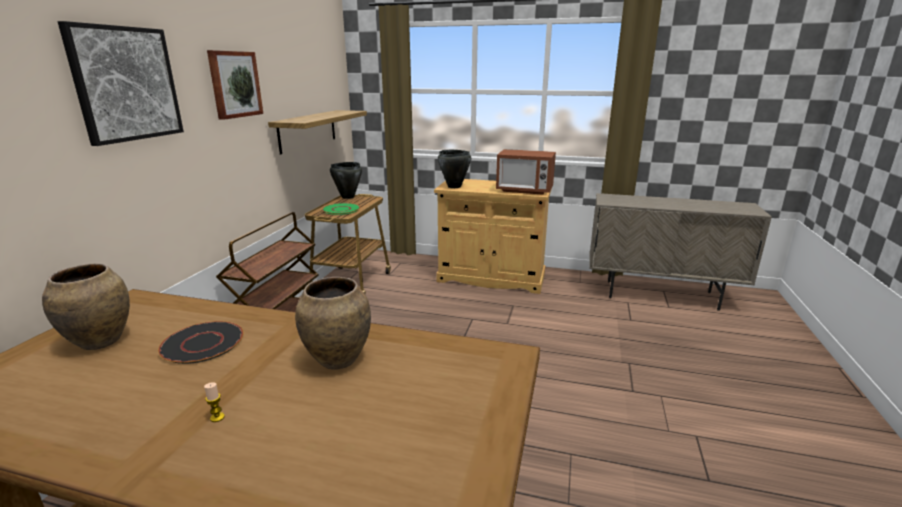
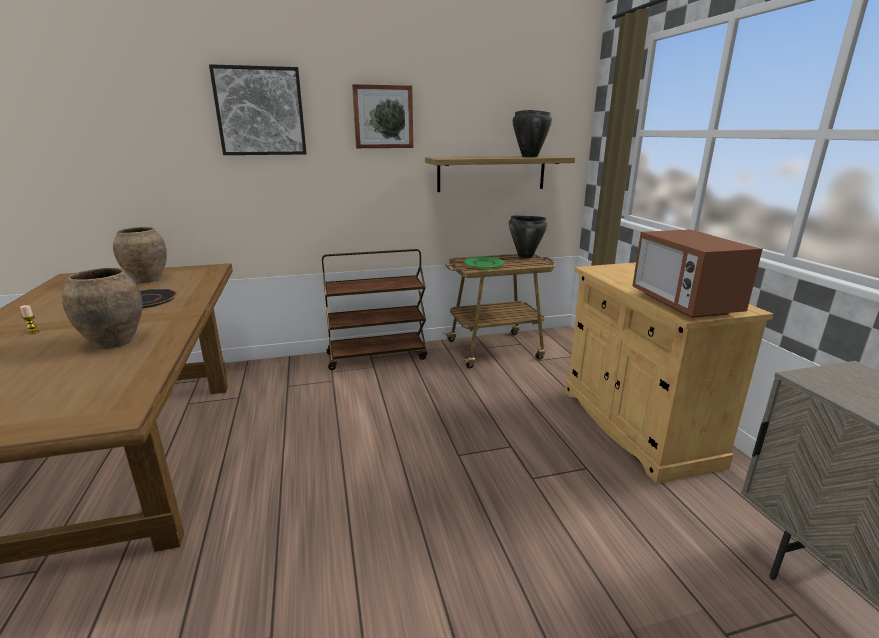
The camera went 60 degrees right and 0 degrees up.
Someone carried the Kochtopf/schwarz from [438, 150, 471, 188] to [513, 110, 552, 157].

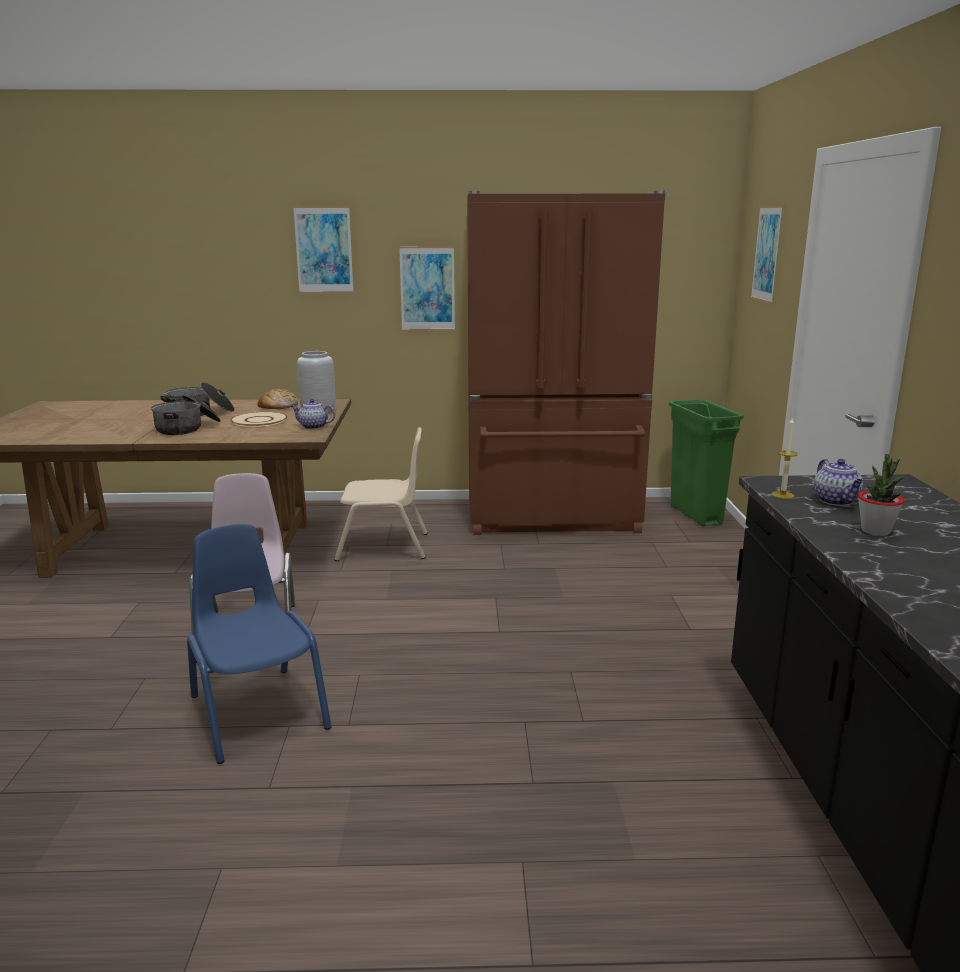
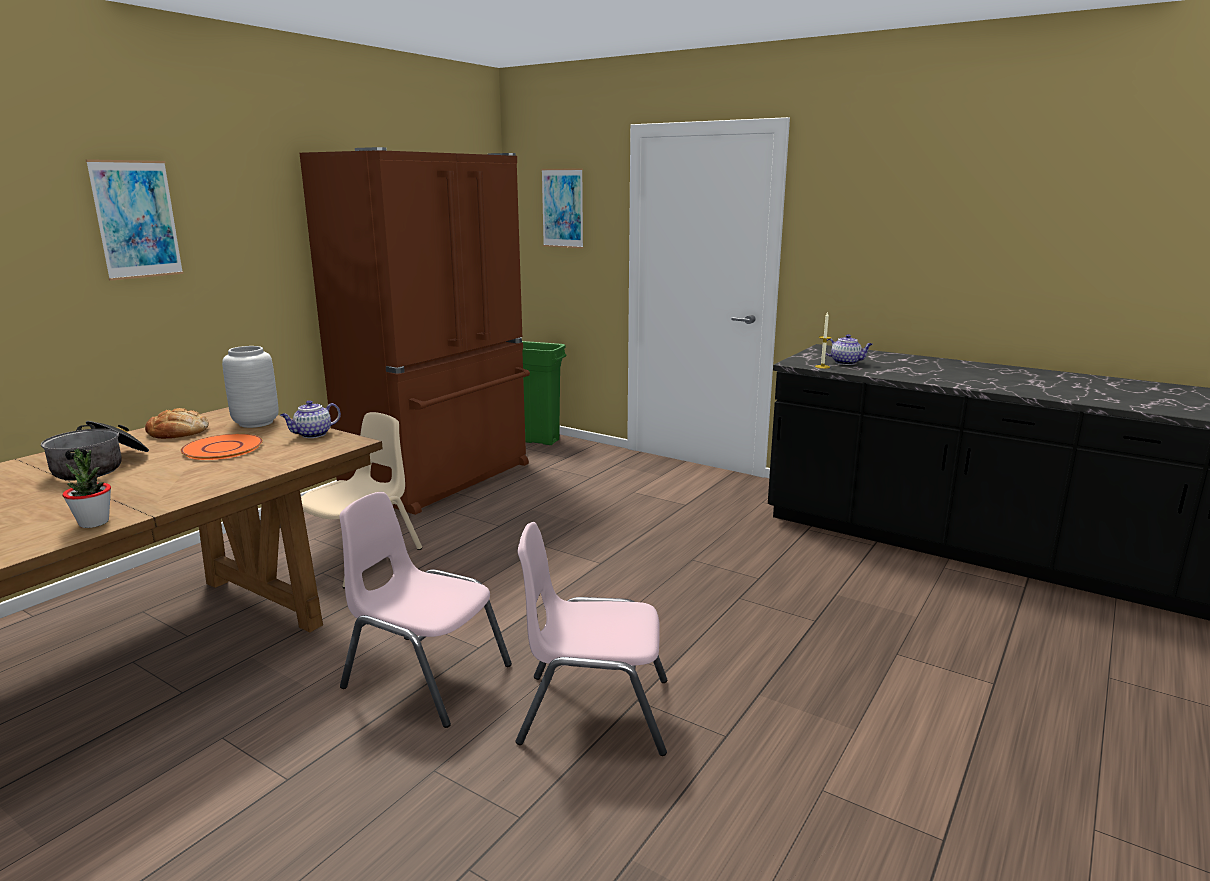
The camera went 55 degrees left and 0 degrees up.
Someone took away the Kochtopf at [151, 395, 221, 435].
Someone repainted the Stuhl/blau at [187, 524, 332, 764], which became the Stuhl/rosa at [516, 522, 667, 756].
Someone repainted the Teller/beige at [230, 412, 287, 427], which became the Teller/orange at [180, 434, 263, 460].
Someone took away the Bild at [399, 246, 455, 331].
Someone carried the Topfpflanze from [858, 454, 905, 536] to [63, 448, 111, 528].

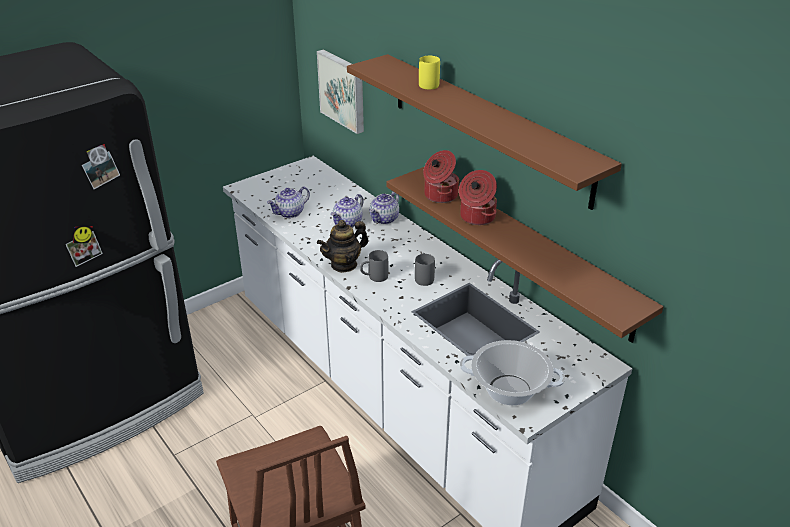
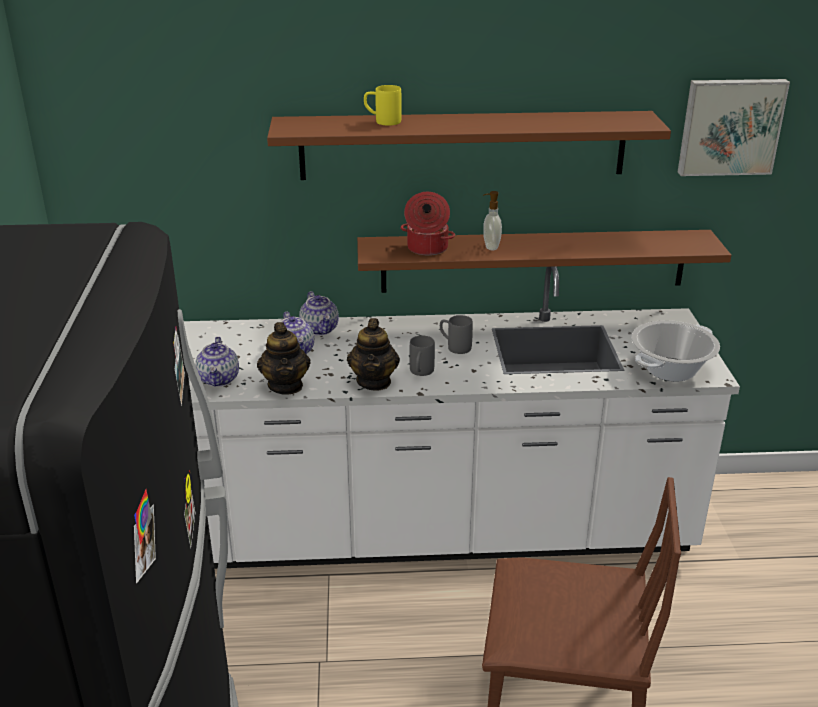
The camera went 55 degrees left and 5 degrees down.
Someone carried the Bild from [317, 49, 364, 134] to [678, 79, 790, 176].
Someone swapped the Kochtopf at [459, 170, 497, 225] for the Seifenspender at [483, 191, 502, 250].
Someone put down the Teekanne at [257, 322, 311, 395].

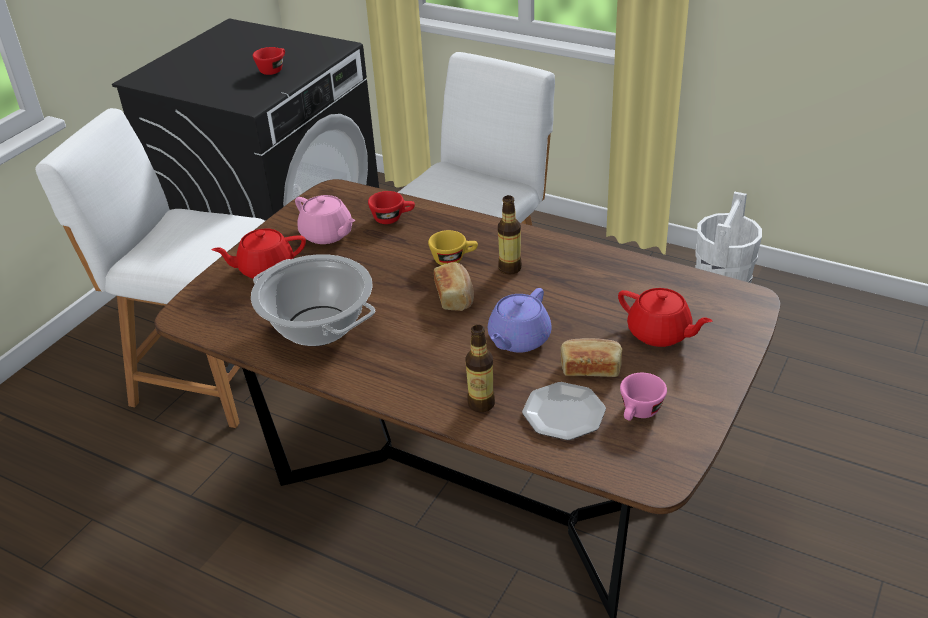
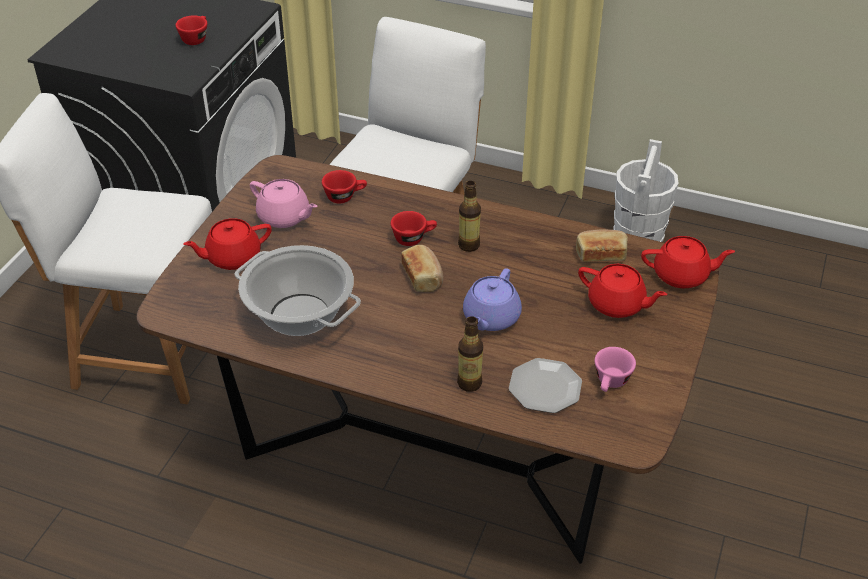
The camera went 10 degrees left and 5 degrees up.
Someone repainted the Tasse/gelb at [428, 230, 478, 265], which became the Tasse/rot at [391, 211, 437, 246].
Someone carried the Brot from [561, 338, 623, 377] to [576, 229, 628, 262].
Someone put down the Teekanne/rot at [641, 236, 735, 288].

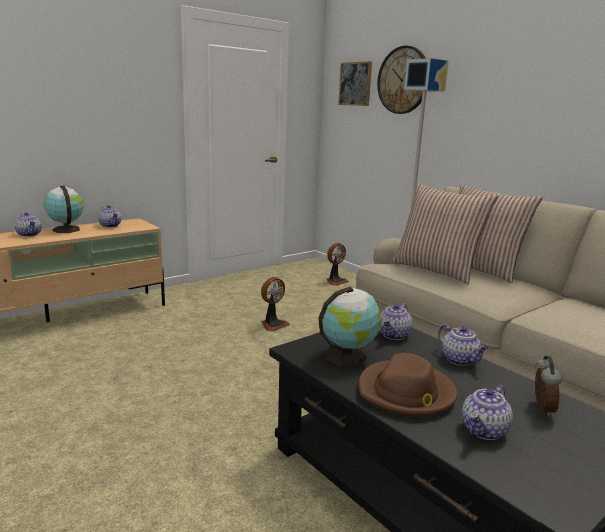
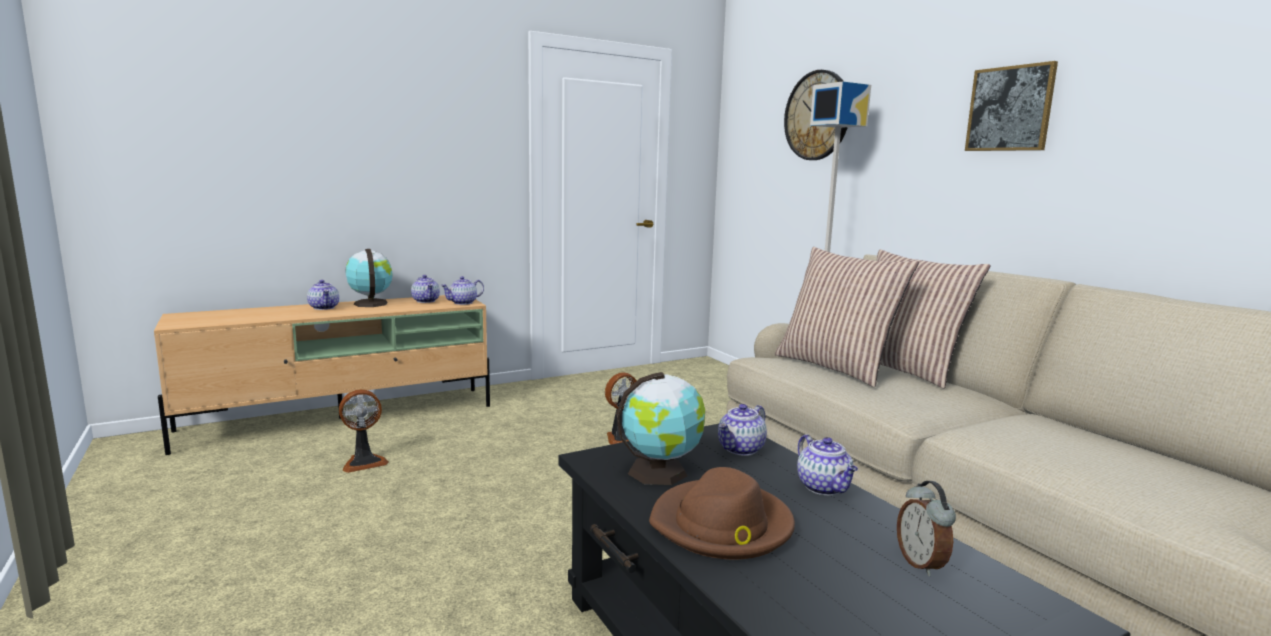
The camera went 10 degrees right and 5 degrees down.
Someone carried the Ventilator from [326, 243, 349, 286] to [339, 389, 389, 473].
Someone carried the Bild from [338, 61, 372, 106] to [965, 61, 1058, 151].
Someone carried the Teekanne from [462, 385, 513, 440] to [440, 276, 484, 305].
Someone rotated the Wecker at [535, 356, 562, 417] by 150 degrees clockwise.

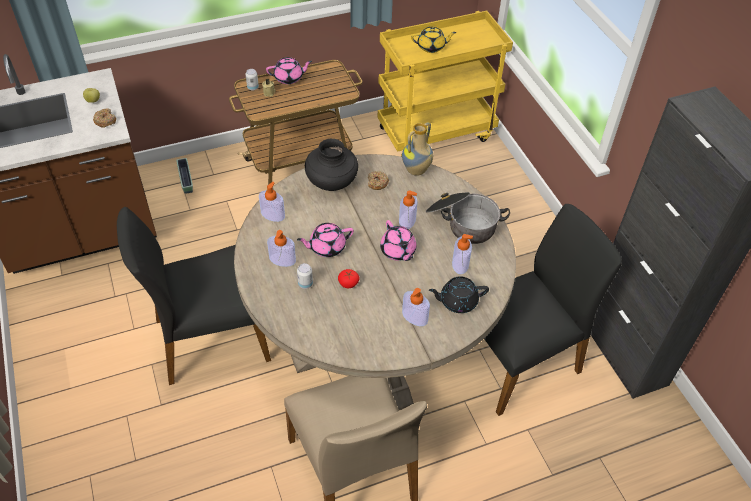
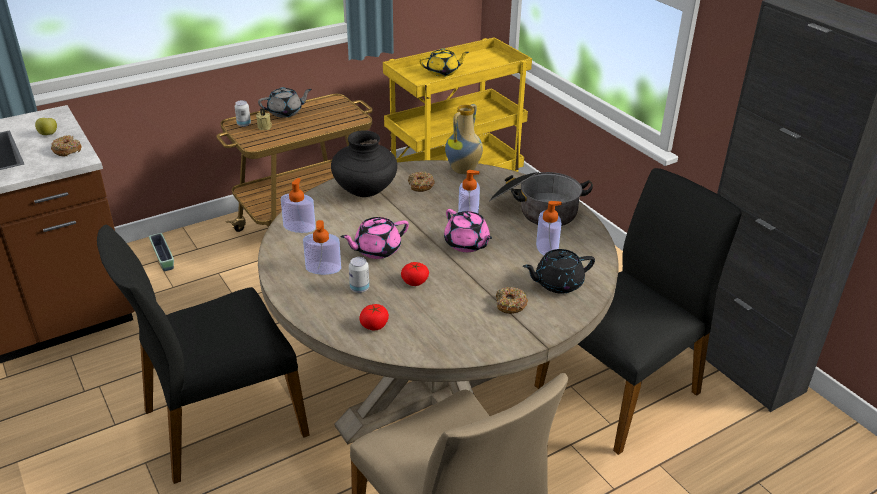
The camera went 10 degrees left and 15 degrees down.
Someone repainted the Teekanne/rosa at [266, 57, 312, 84], which became the Teekanne/grau at [258, 87, 312, 118].
Someone swapped the Seifenspender at [402, 288, 430, 326] for the Donut at [496, 287, 528, 314].
Someone put down the Tomate at [360, 304, 389, 330].

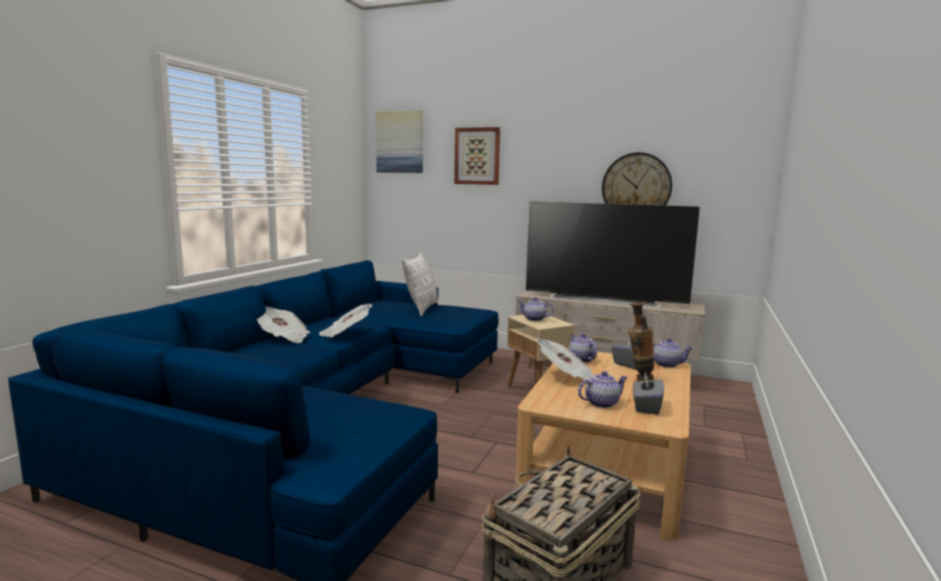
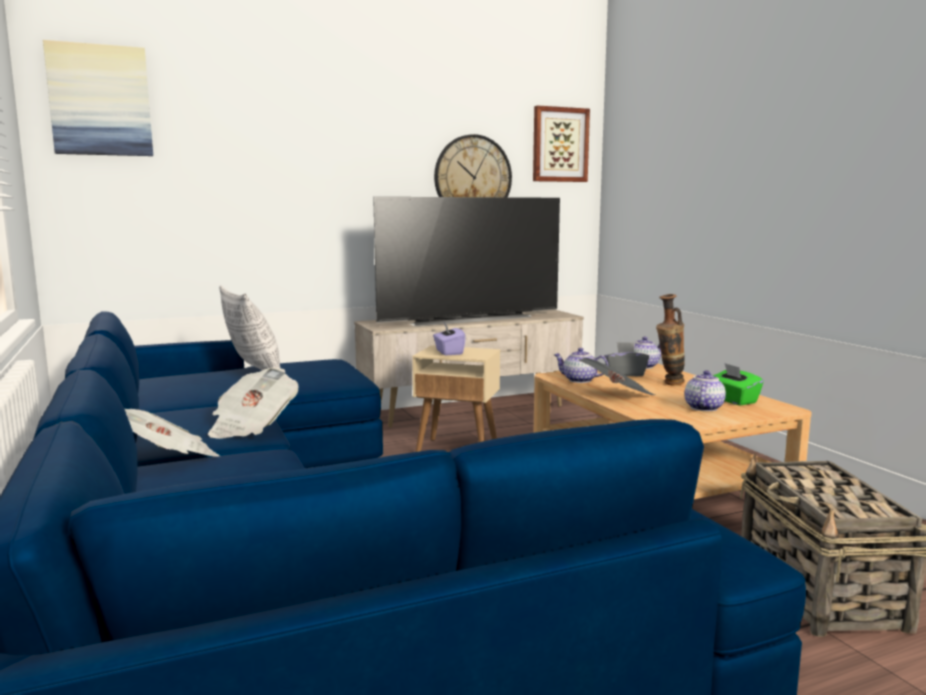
The camera went 45 degrees left and 0 degrees up.
Someone carried the Bild from [454, 127, 500, 185] to [533, 105, 590, 182].
Someone swapped the Teekanne at [518, 297, 554, 321] for the Taschentuchbox/lila at [433, 323, 466, 355].
Someone repainted the Taschentuchbox/grau at [633, 371, 664, 415], which became the Taschentuchbox/grün at [713, 363, 764, 406].

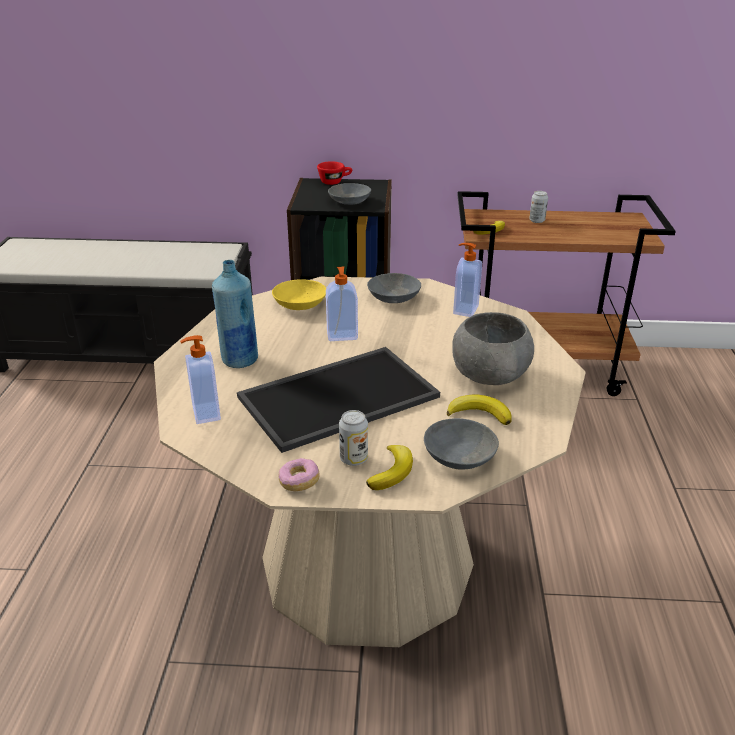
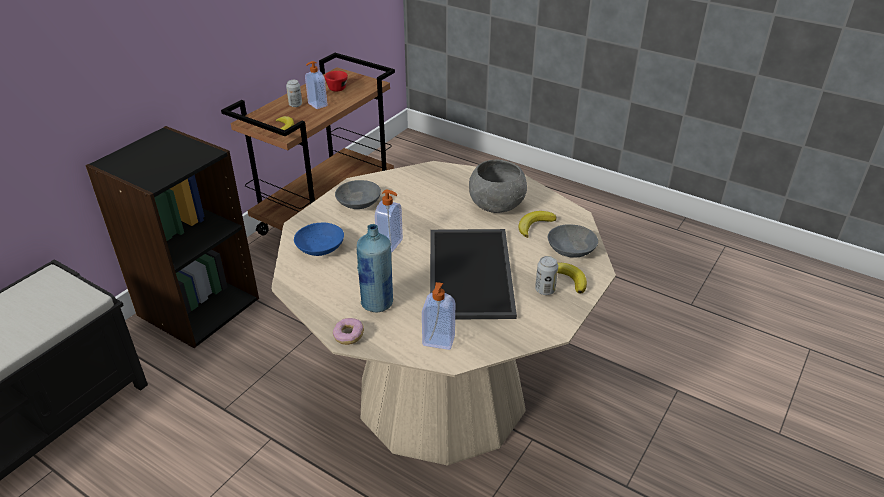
The camera went 60 degrees left and 5 degrees up.
Someone repainted the Schüssel/gelb at [272, 279, 326, 310], which became the Schüssel/blau at [294, 222, 344, 256].
Someone carried the Donut from [279, 458, 319, 491] to [333, 318, 364, 345].
Someone carried the Tasse/rot from [317, 161, 352, 185] to [324, 71, 348, 91].
Someone took away the Schüssel/grau at [328, 183, 371, 205].
Someone carried the Seifenspender from [453, 243, 482, 317] to [305, 61, 328, 109].

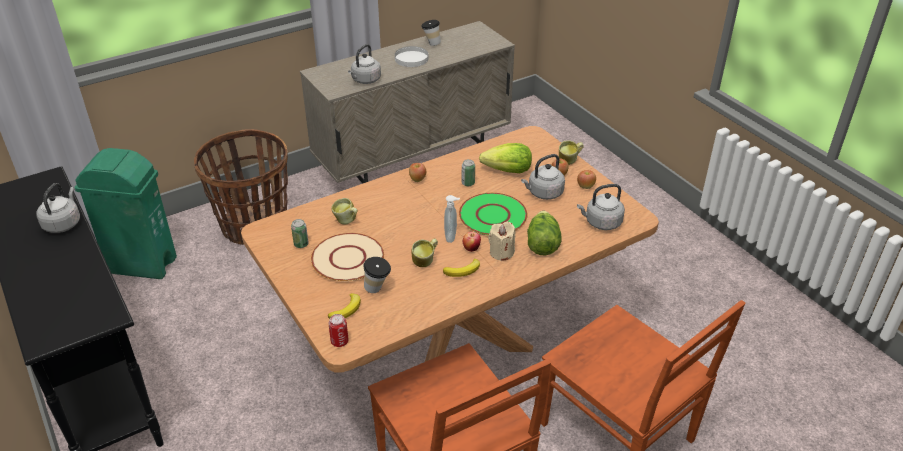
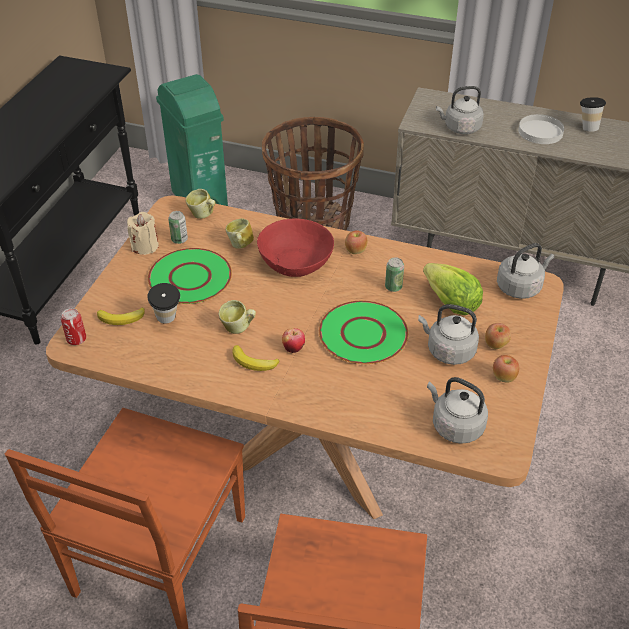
The camera went 50 degrees right and 5 degrees up.
Someone carried the Wasserkessel/grau from [36, 183, 80, 233] to [497, 243, 554, 299].
Someone repainted the Teller/beige at [311, 233, 384, 281], which became the Teller/grün at [148, 248, 232, 304].
Someone took away the Seifenspender at [444, 195, 460, 243].
Someone carried the Kerze/beige from [488, 222, 515, 261] to [127, 212, 159, 255].
Someone took away the Salatkopf at [527, 210, 562, 255].
Someone carried the Henkelbecher from [559, 140, 584, 165] to [186, 189, 215, 219].
Someone put down the Schüssel/rot at [257, 218, 334, 277].

